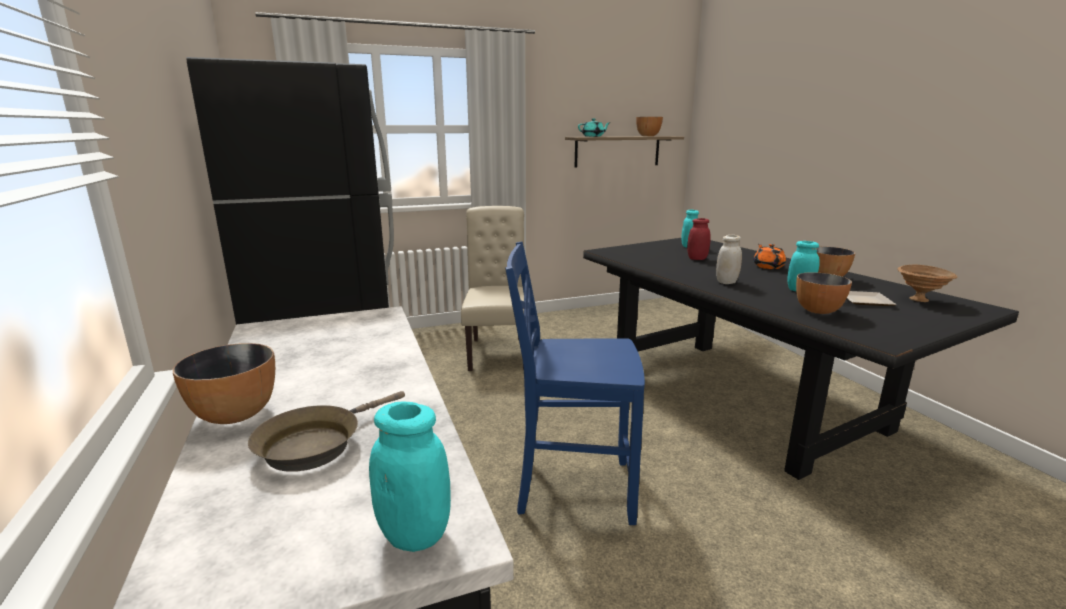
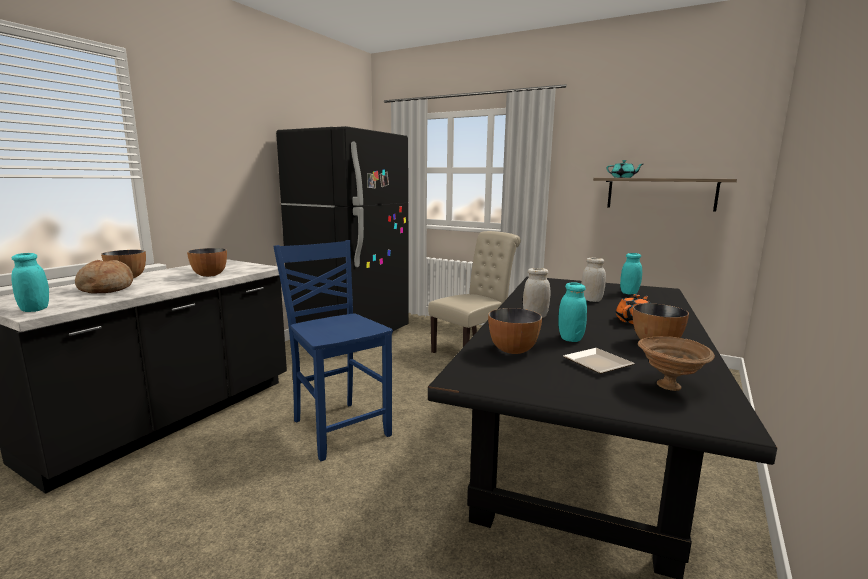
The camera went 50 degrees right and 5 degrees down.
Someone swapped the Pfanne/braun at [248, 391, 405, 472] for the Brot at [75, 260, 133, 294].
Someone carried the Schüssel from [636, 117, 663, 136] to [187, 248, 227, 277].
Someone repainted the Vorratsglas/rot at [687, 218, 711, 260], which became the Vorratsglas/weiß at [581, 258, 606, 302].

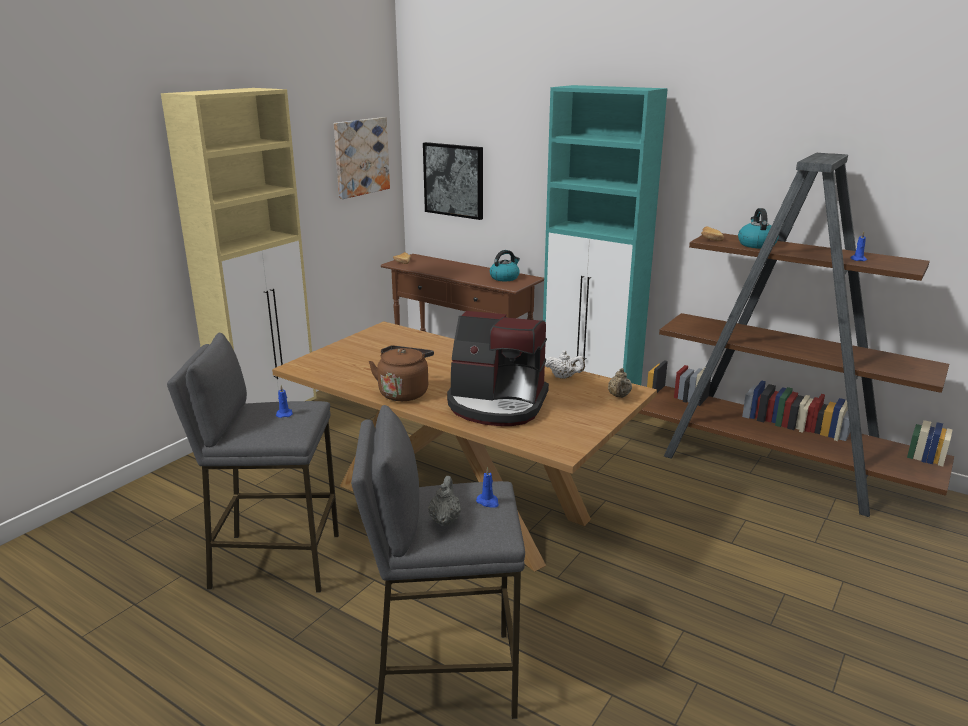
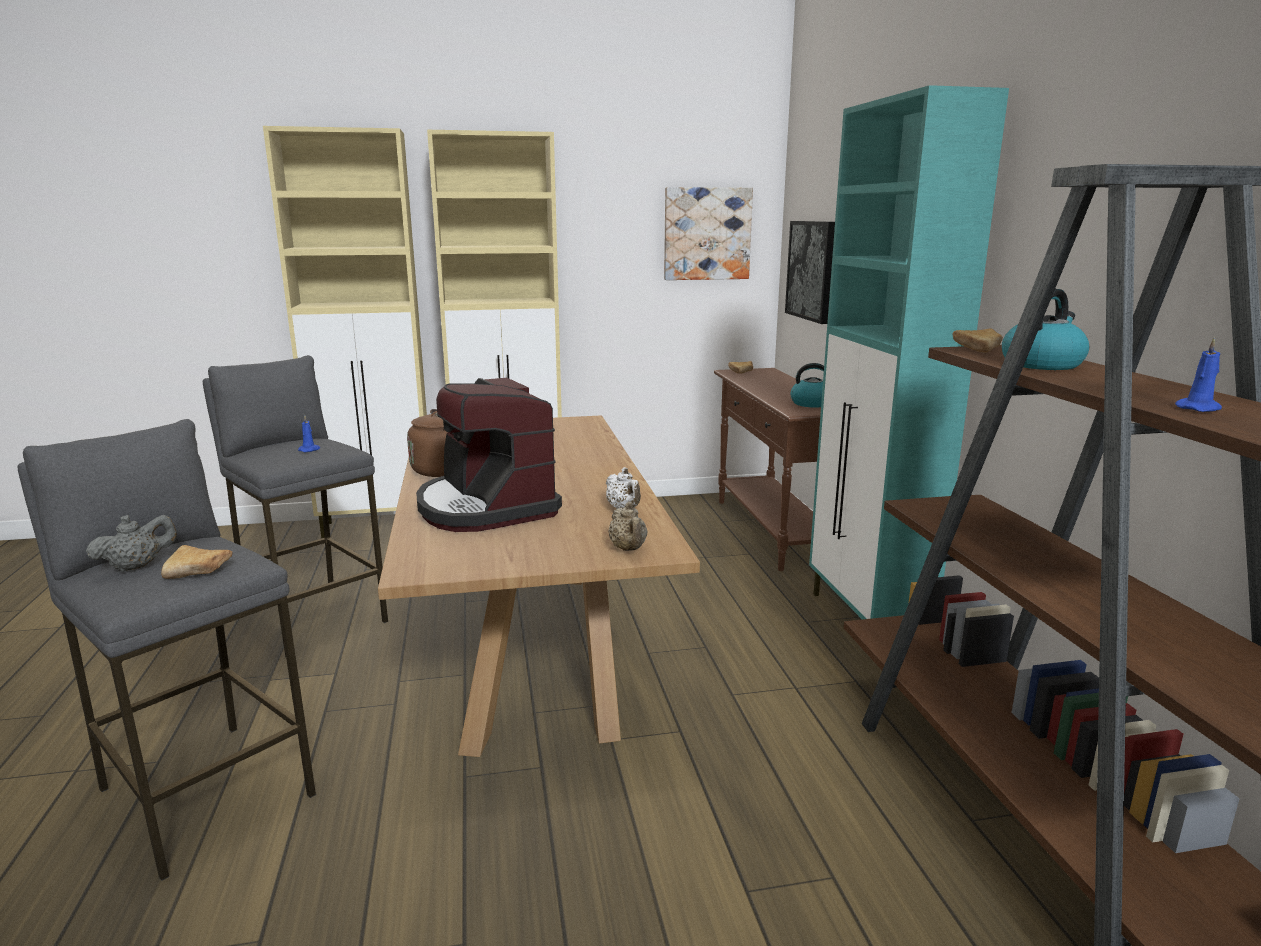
The camera went 45 degrees right and 5 degrees down.
Someone swapped the Kerze/blau at [476, 467, 499, 507] for the Brot at [161, 545, 232, 579].
Someone rotated the Teekanne/beige at [608, 368, 632, 398] by 75 degrees counterclockwise.
Someone put down the Schrank/beige at [263, 126, 427, 539].

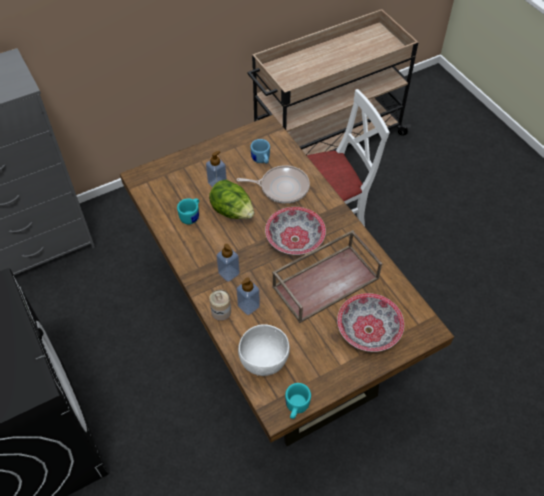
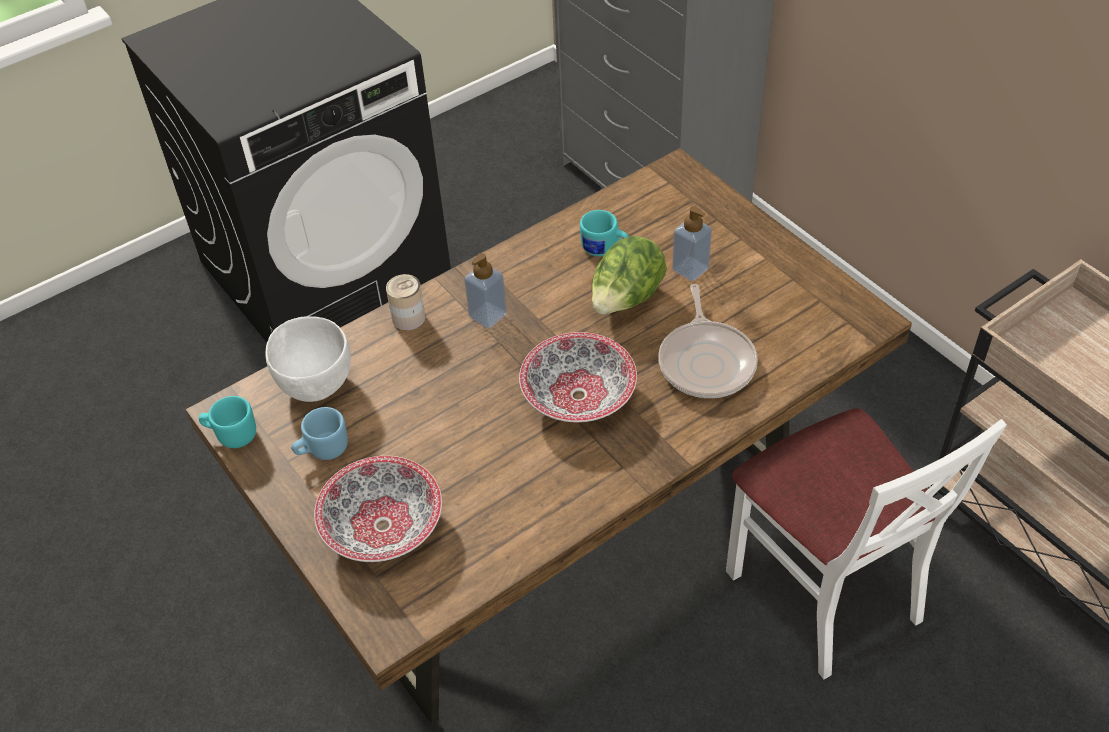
The camera went 85 degrees right and 5 degrees down.
Someone took away the Seifenspender at [236, 277, 260, 315].
Someone carried the Henkelbecher/blau from [250, 139, 270, 164] to [291, 407, 348, 460].
Someone took away the Tablett/braun at [272, 230, 382, 323].

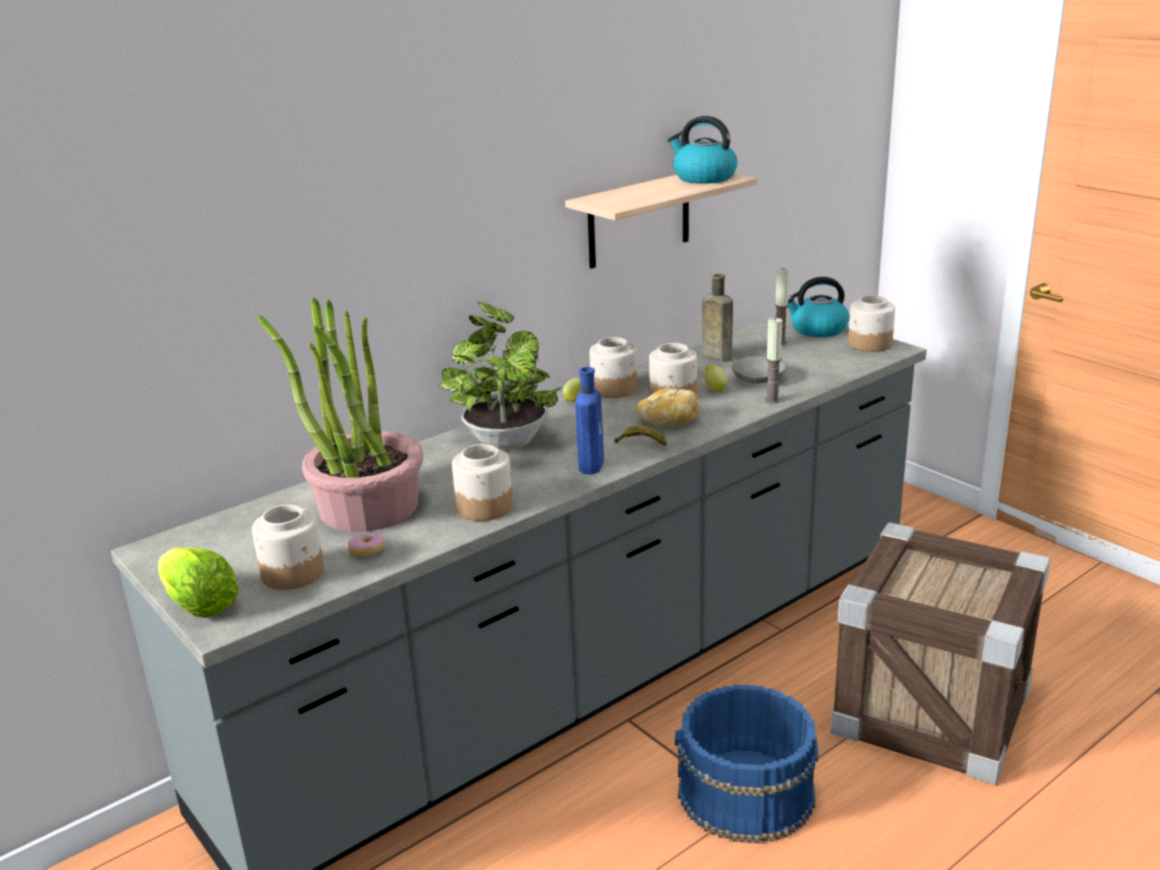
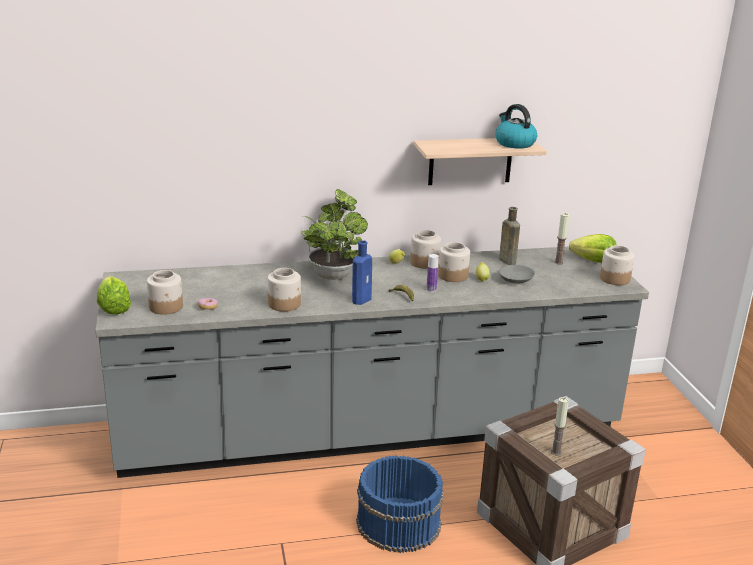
The camera went 25 degrees right and 0 degrees up.
Someone took away the Topfpflanze at [257, 298, 423, 532].
Someone swapped the Brot at [636, 388, 701, 426] for the Flasche at [426, 254, 439, 292].
Someone carried the Kerze from [765, 317, 782, 403] to [551, 397, 569, 456].
Someone swapped the Wasserkessel at [788, 277, 849, 337] for the Salatkopf at [569, 234, 617, 263].

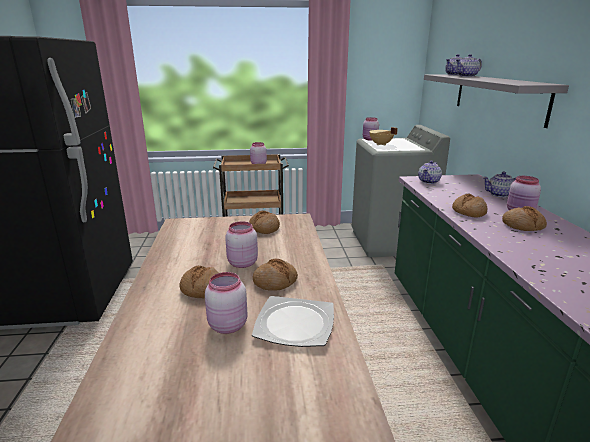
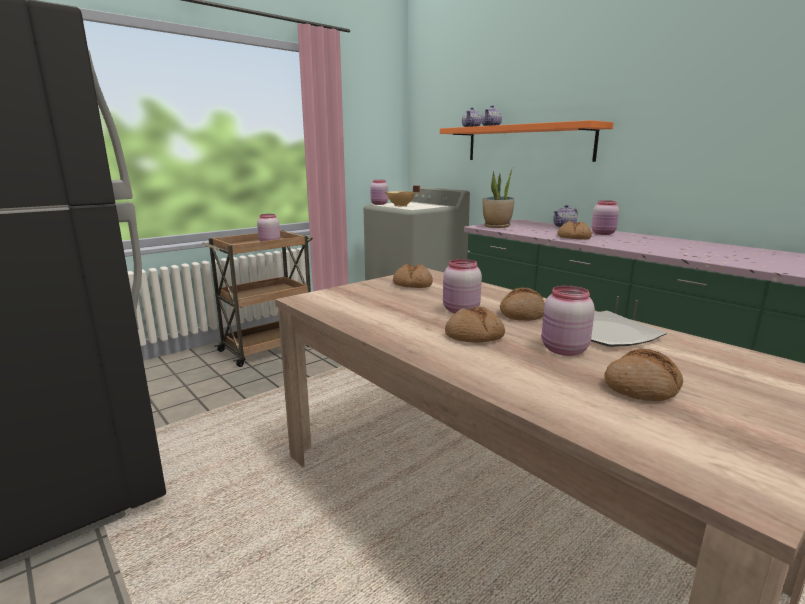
The camera went 35 degrees left and 5 degrees down.
Someone swapped the Teekanne at [418, 161, 442, 184] for the Topfpflanze at [482, 166, 515, 228].
Someone repainted the Wandregal/grau at [424, 74, 569, 128], which became the Wandregal/orange at [440, 120, 614, 162].
Someone carried the Brot from [502, 206, 547, 231] to [604, 349, 683, 401].

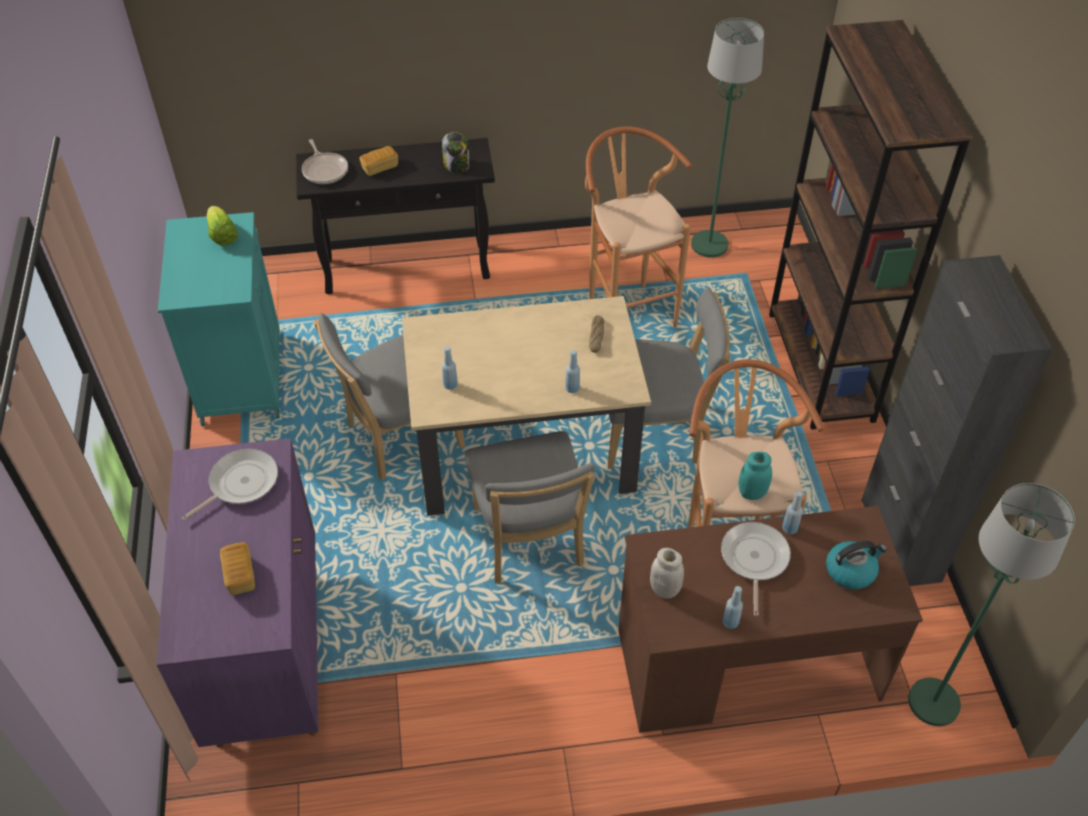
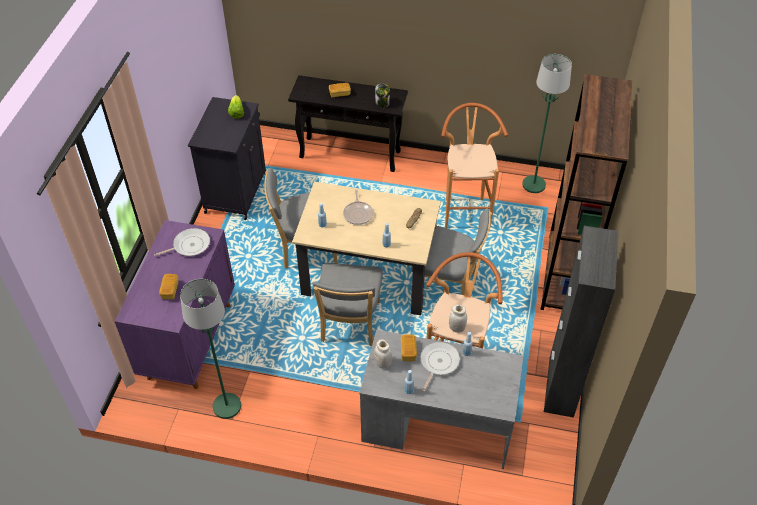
The camera went 20 degrees right and 0 degrees up.
Someone repainted the Schrank/türkis at [158, 212, 280, 426], which became the Schrank/schwarz at [188, 97, 266, 220].
Someone carried the Pfanne from [302, 139, 348, 184] to [343, 190, 373, 225].
Someone repainted the Schreibtisch/braun at [618, 506, 923, 733], which became the Schreibtisch/grau at [359, 330, 523, 469].
Someone repainted the Vorratsglas/türkis at [738, 452, 772, 500], which became the Vorratsglas/weiß at [449, 305, 467, 333].
Someone took away the Wasserkessel at [826, 541, 887, 590].
Someone carried the Stehlampe/grün from [908, 483, 1075, 726] to [180, 279, 241, 419].
Someone put down the Brot at [401, 334, 417, 361].

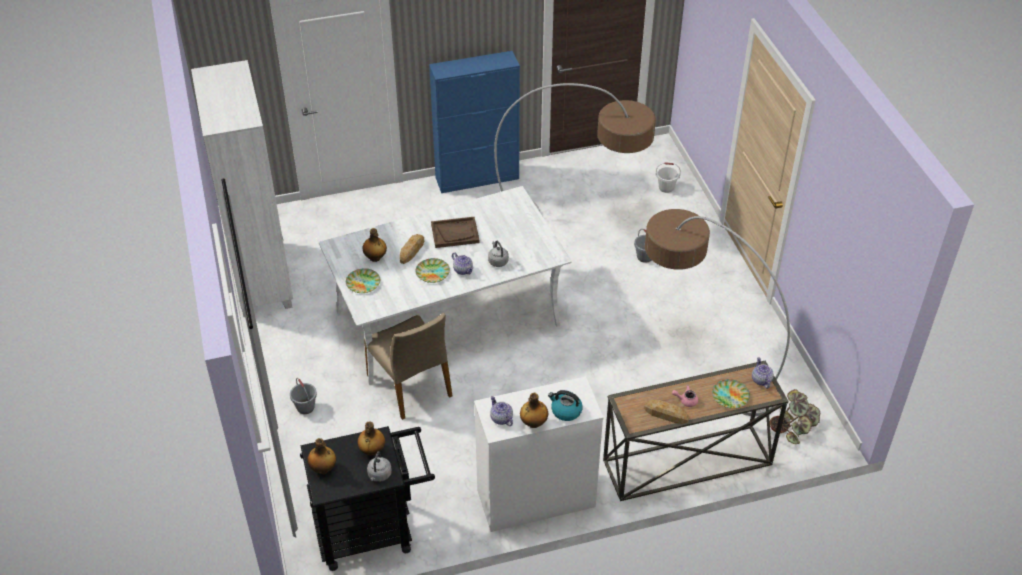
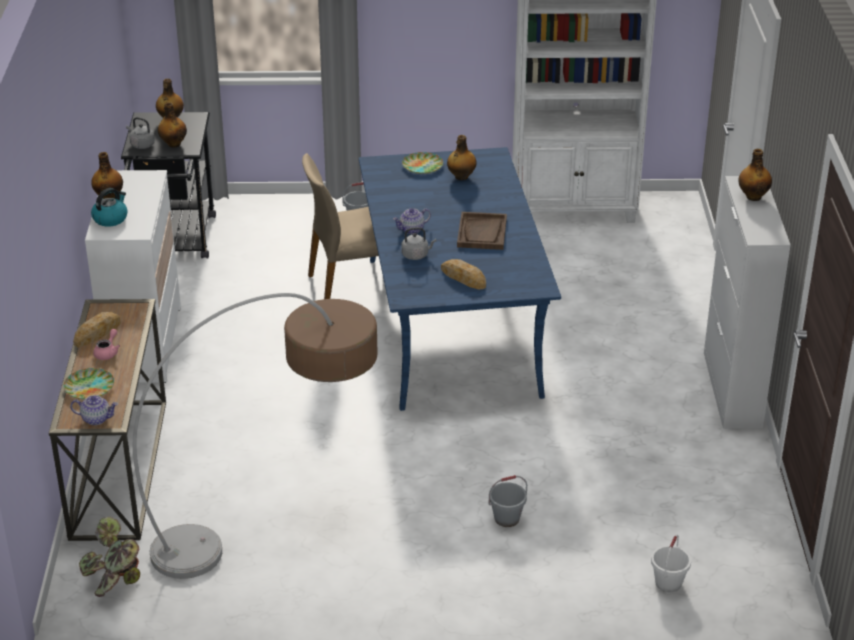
The camera went 105 degrees right and 10 degrees down.
Someone repainted the Esstisch/weiß at [319, 186, 572, 385], which became the Esstisch/blau at [359, 147, 561, 411].
Someone carried the Brot from [400, 234, 424, 264] to [441, 259, 486, 289].
Someone took away the Teller at [415, 258, 450, 283].
Someone repainted the Schrank/blau at [429, 51, 520, 193], which became the Schrank/weiß at [704, 176, 791, 429].
Someone took away the Teekanne at [490, 396, 513, 426].
Someone took away the Stehlampe at [494, 83, 656, 212].
Someone put down the Flasche at [738, 149, 772, 201].

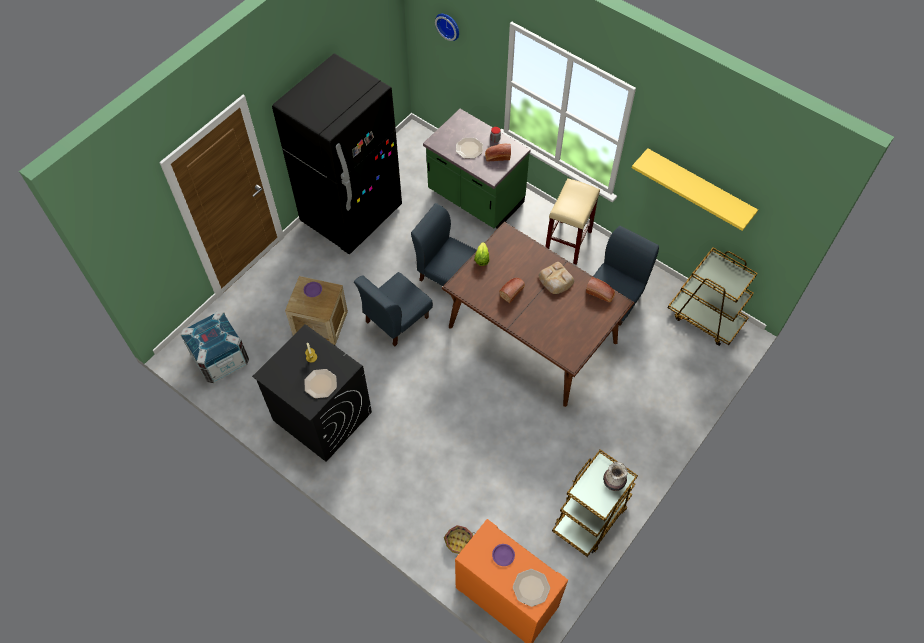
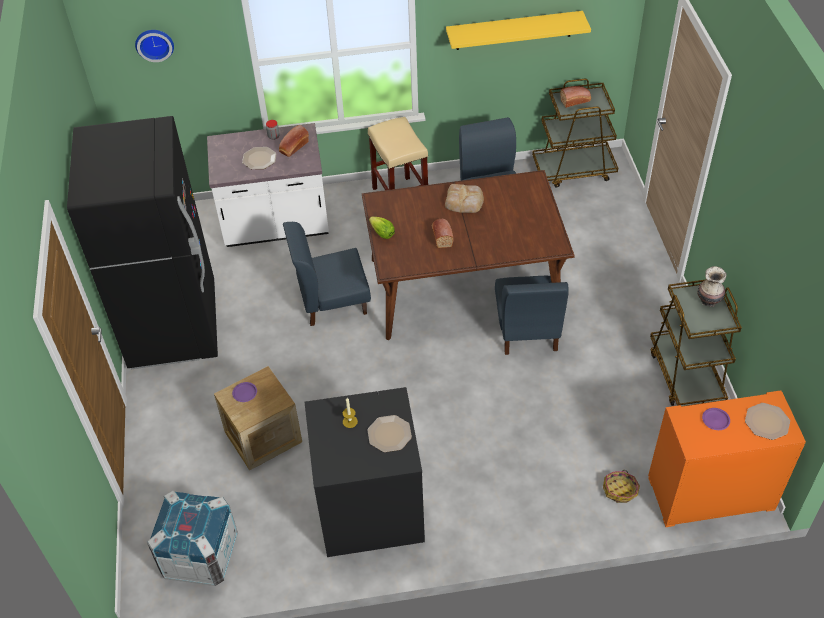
The camera went 45 degrees left and 10 degrees down.
Someone carried the Stuhl/blau from [354, 272, 433, 346] to [495, 276, 568, 355].
Someone repainted the Küchenzeile/grün at [423, 109, 530, 229], which became the Küchenzeile/weiß at [207, 123, 329, 247].
Someone carried the Brot from [586, 277, 615, 302] to [560, 86, 591, 108].

